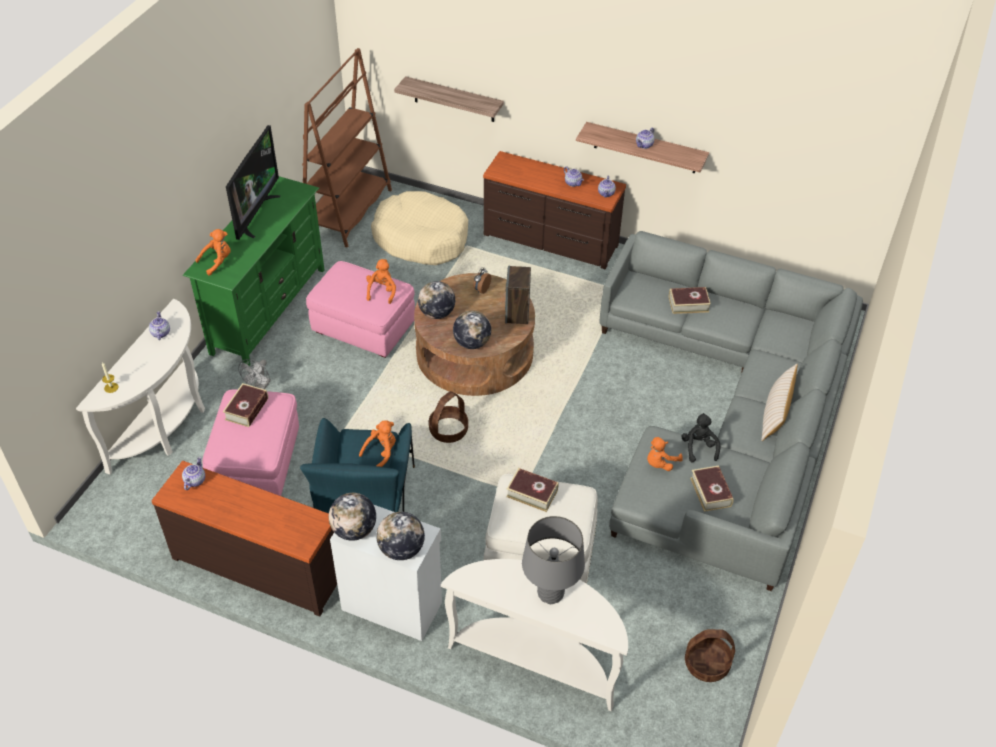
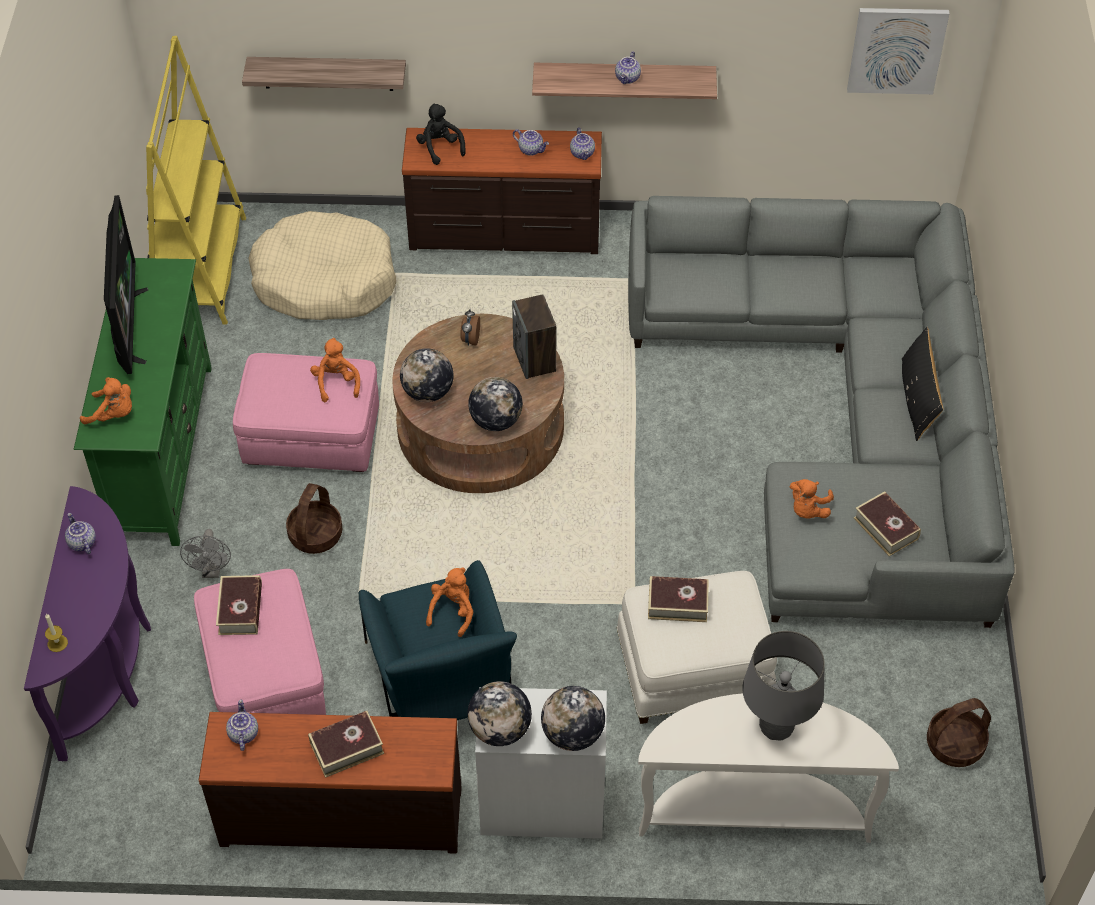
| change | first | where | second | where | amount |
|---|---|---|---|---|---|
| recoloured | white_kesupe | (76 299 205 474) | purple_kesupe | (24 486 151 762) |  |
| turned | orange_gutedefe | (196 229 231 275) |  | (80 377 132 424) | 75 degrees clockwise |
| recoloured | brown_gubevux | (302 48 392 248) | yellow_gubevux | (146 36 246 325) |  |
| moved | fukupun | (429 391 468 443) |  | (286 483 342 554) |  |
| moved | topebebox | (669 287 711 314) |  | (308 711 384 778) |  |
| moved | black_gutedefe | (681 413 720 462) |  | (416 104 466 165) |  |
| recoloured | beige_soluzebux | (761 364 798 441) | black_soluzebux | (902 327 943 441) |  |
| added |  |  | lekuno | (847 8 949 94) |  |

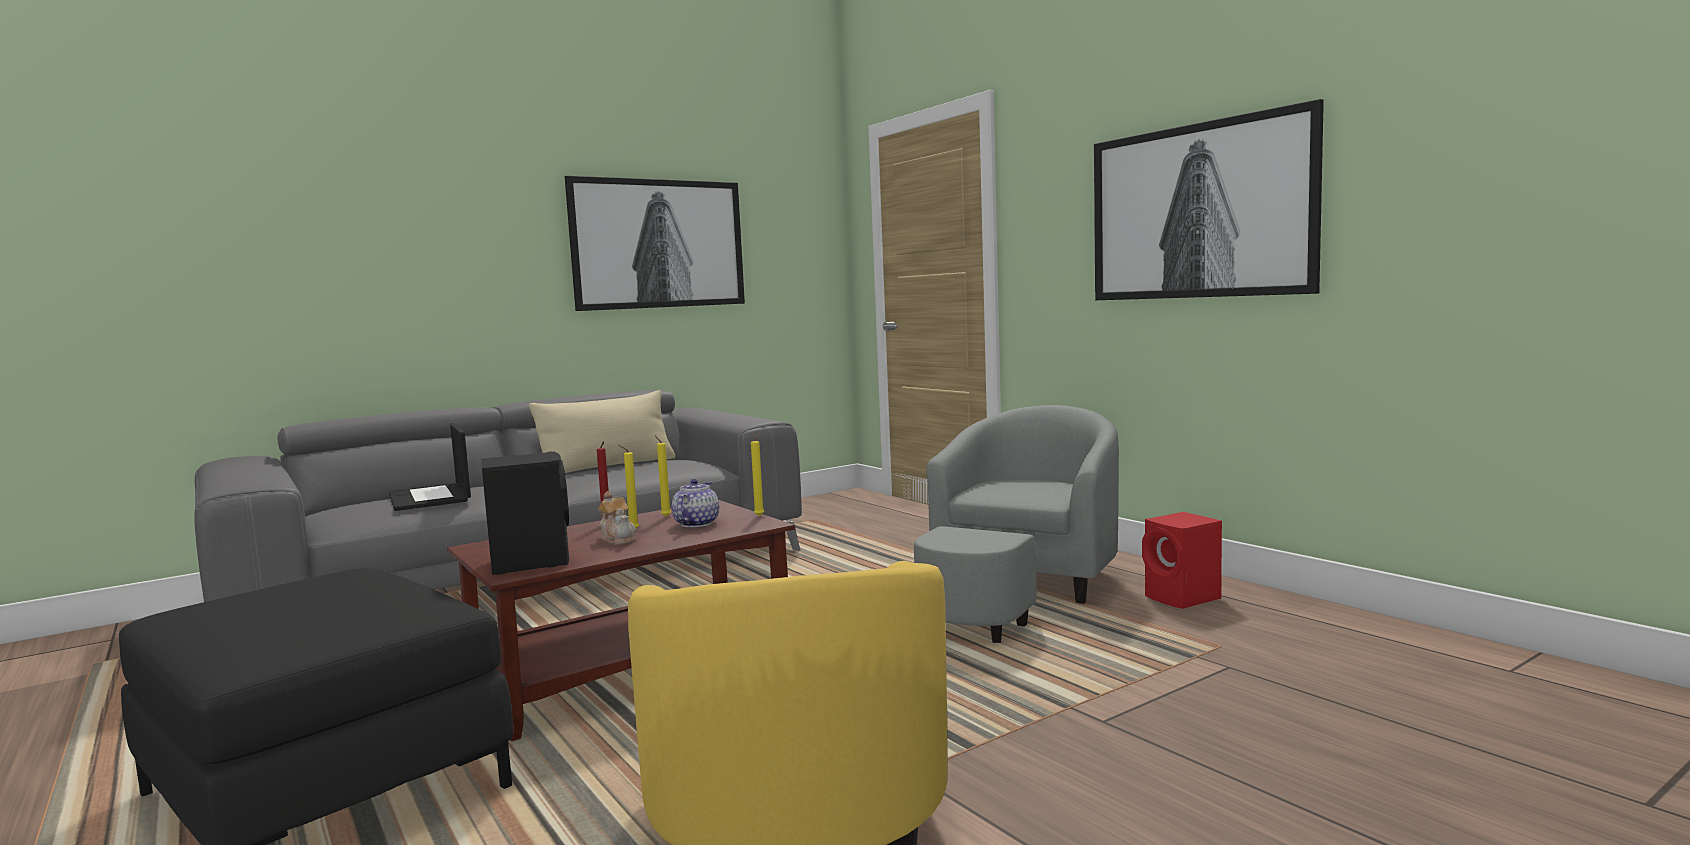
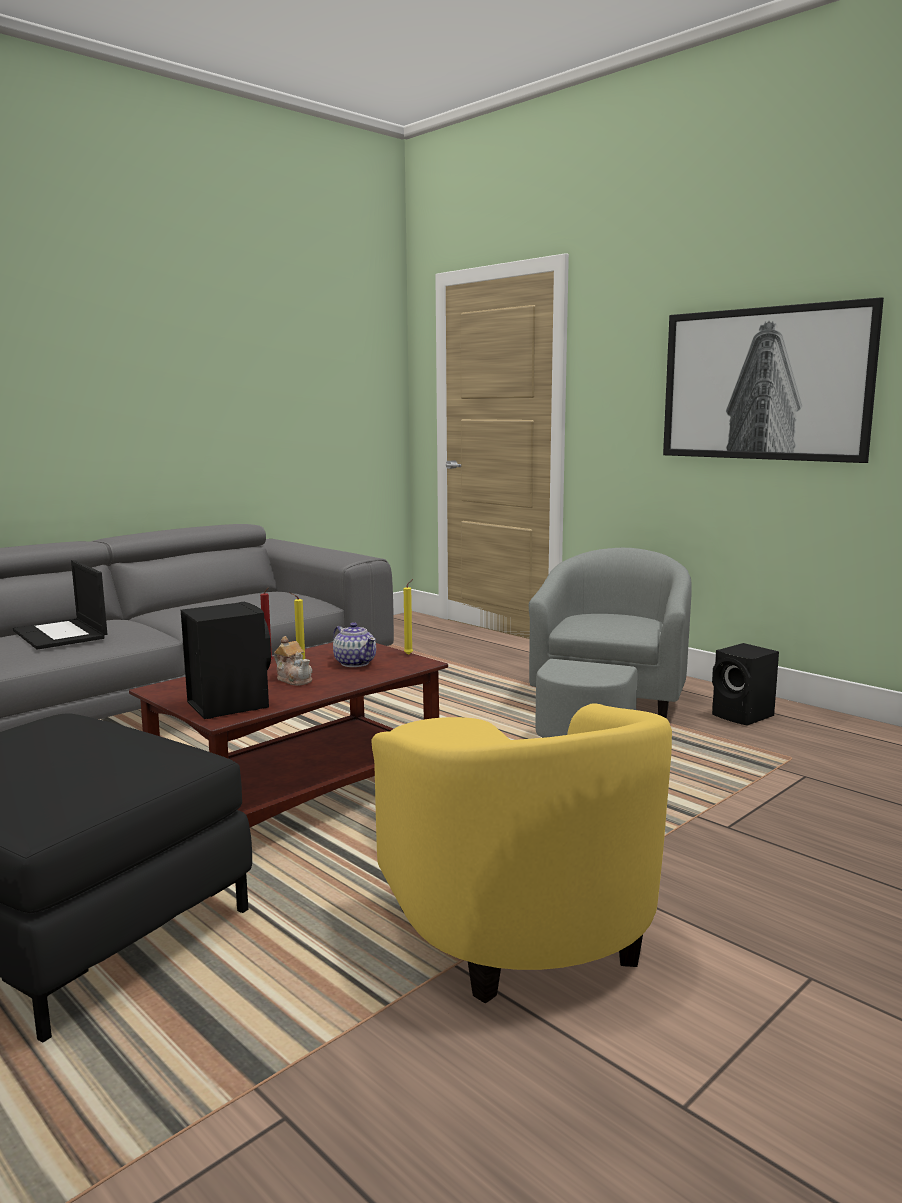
| change | first | where | second | where | amount |
|---|---|---|---|---|---|
| removed | beige_soluzebux | (529 390 675 473) |  |  |  |
| removed | lekuno | (565 176 745 311) |  |  |  |
| removed | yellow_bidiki | (654 435 671 517) |  |  |  |
| turned | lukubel | (672 479 719 527) |  | (333 622 376 667) | 135 degrees clockwise |
| recoloured | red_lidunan | (1142 512 1222 609) | black_lidunan | (712 643 779 726) |  |

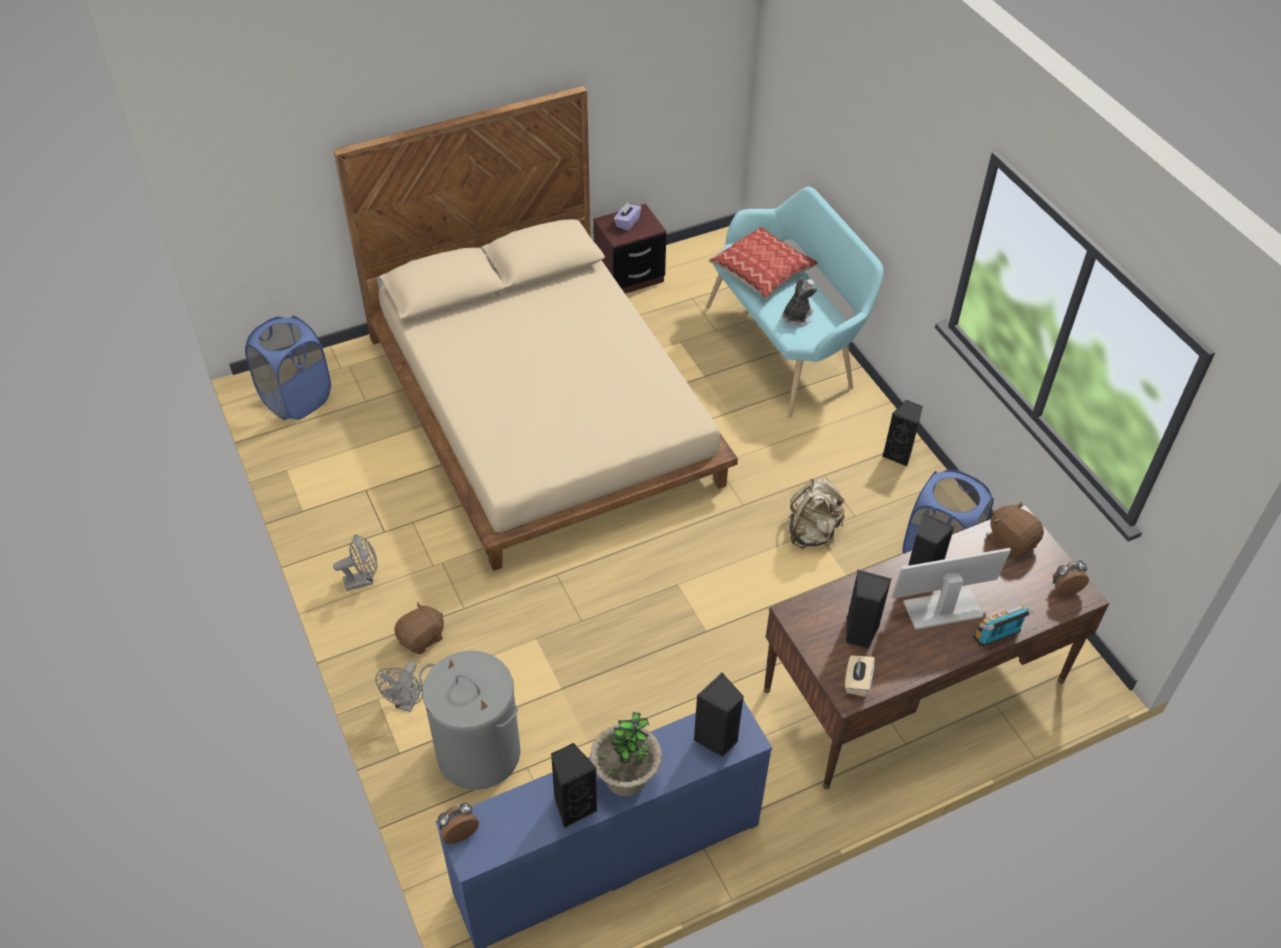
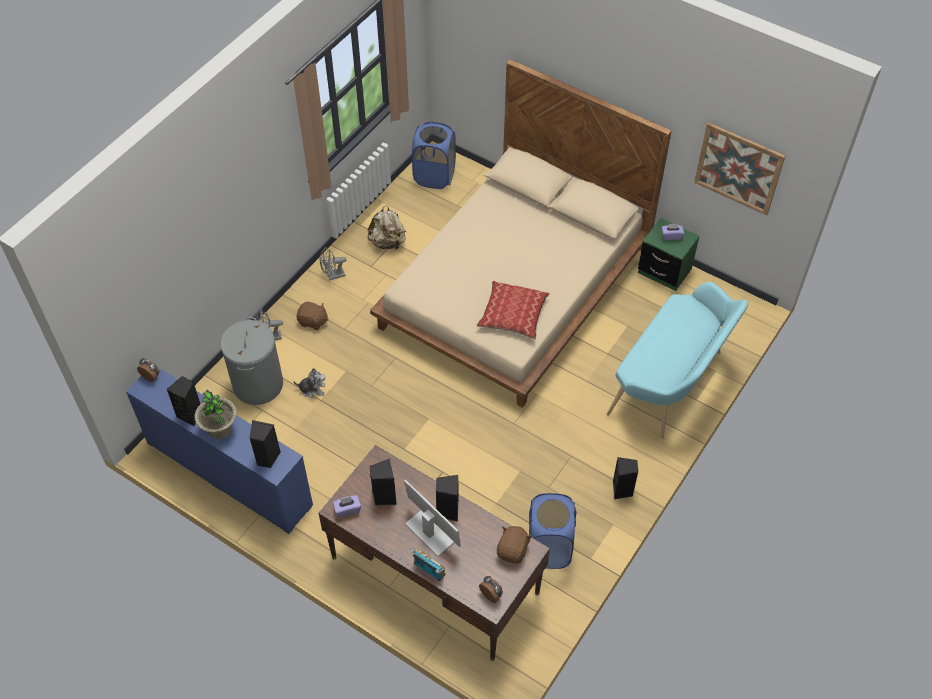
| change | first | where | second | where | amount |
|---|---|---|---|---|---|
| turned | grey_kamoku | (333 534 377 591) |  | (320 247 347 281) | 120 degrees clockwise |
| recoloured | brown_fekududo | (593 204 667 294) | green_fekududo | (638 218 699 291) |  |
| moved | soluzebux | (709 227 818 299) |  | (477 281 550 339) |  |
| moved | gutedefe | (782 277 817 326) |  | (293 368 325 398) |  |
| moved | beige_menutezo | (789 478 845 548) |  | (367 205 406 250) |  |
| recoloured | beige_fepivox | (845 655 875 697) | purple_fepivox | (333 495 361 518) |  |
| added |  |  | lekuno | (694 122 785 216) |  |

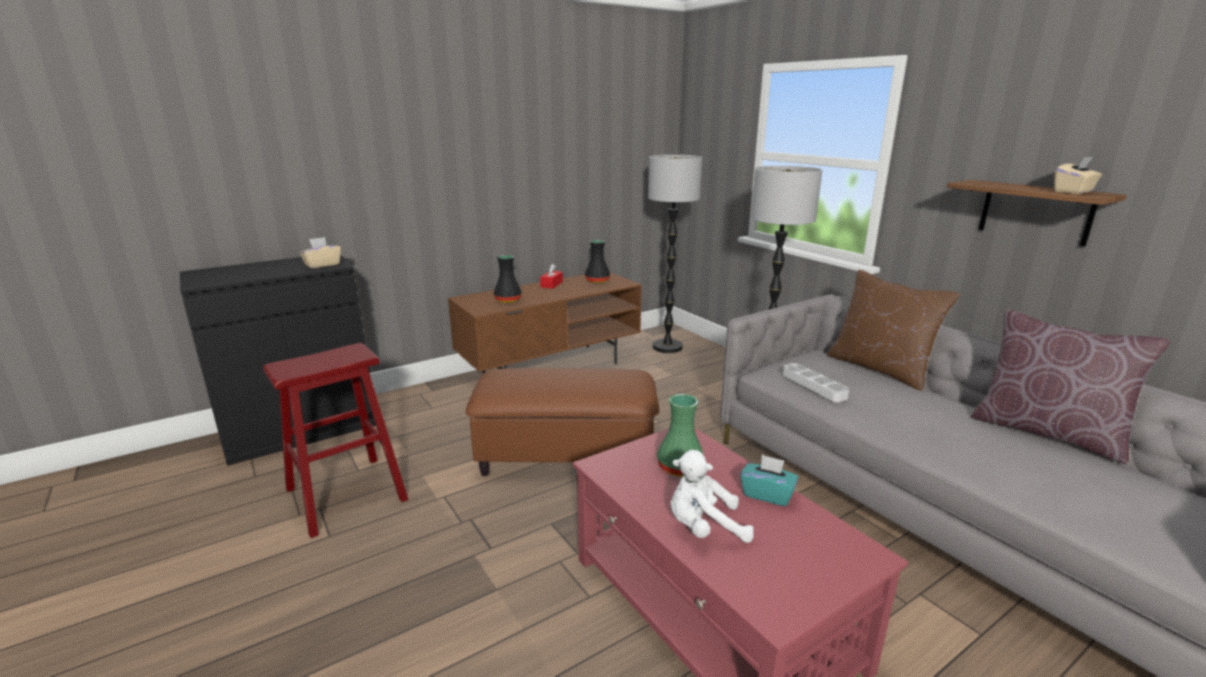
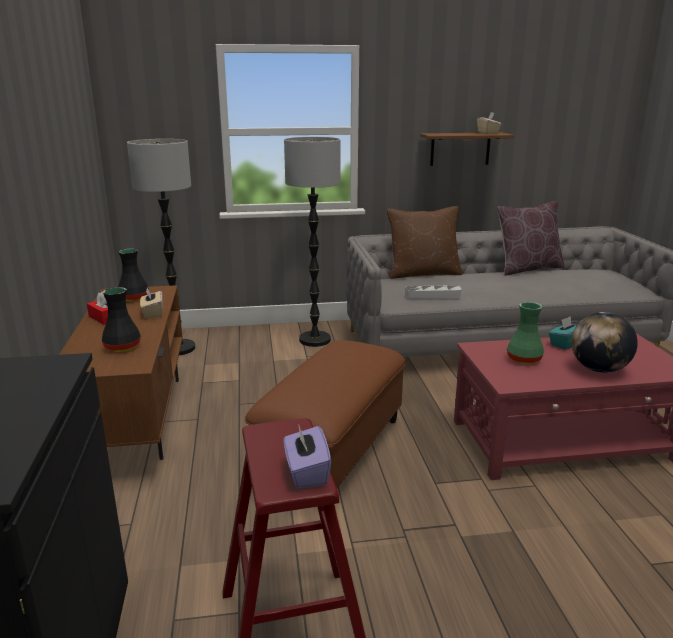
| change | first | where | second | where | amount |
|---|---|---|---|---|---|
| moved | beige_fepivox | (300 237 341 269) |  | (140 287 163 318) |  |
| replaced | white_gutedefe | (671 450 754 543) | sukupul | (571 312 638 373) |  |
| added |  |  | purple_fepivox | (284 424 331 488) |  |

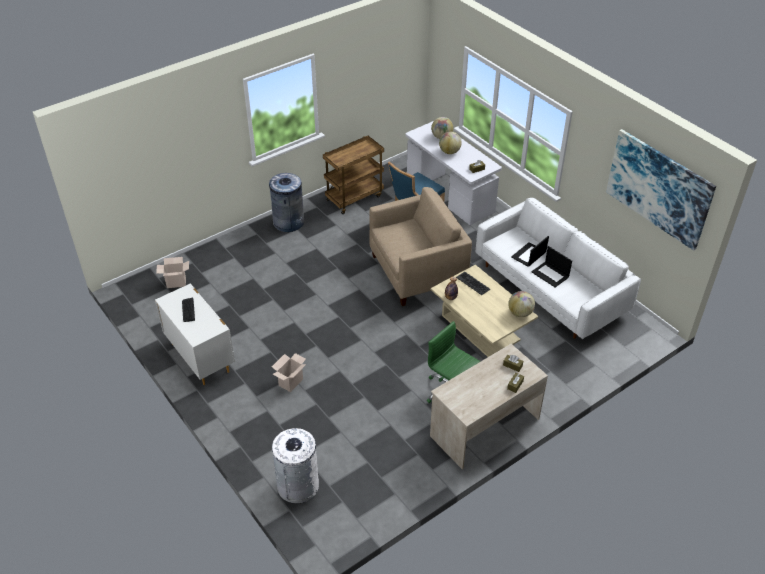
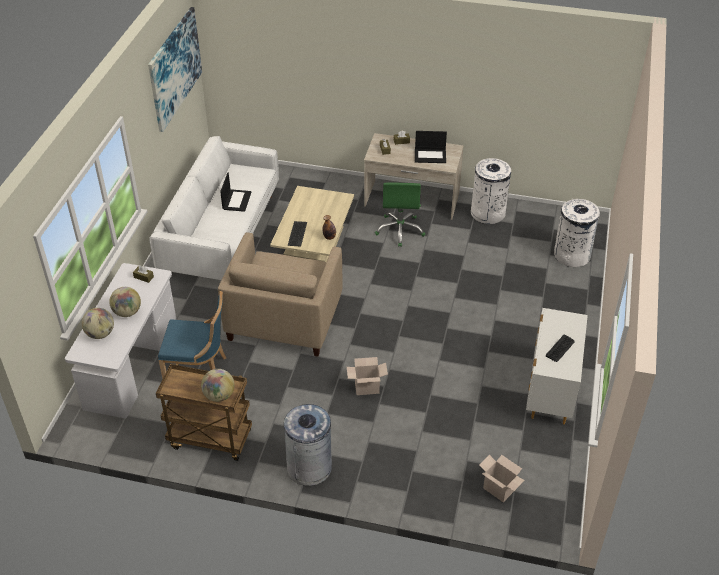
| change | first | where | second | where | amount |
|---|---|---|---|---|---|
| moved | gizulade | (272 353 306 392) |  | (347 357 388 395) |  |
| turned | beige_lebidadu | (369 187 472 306) |  | (218 232 343 357) | 105 degrees counterclockwise |
| moved | sukupul | (508 291 535 317) |  | (201 369 235 402) |  |
| moved | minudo | (511 236 549 266) |  | (415 131 447 163) |  |
| added |  |  | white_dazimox | (471 158 511 224) |  |

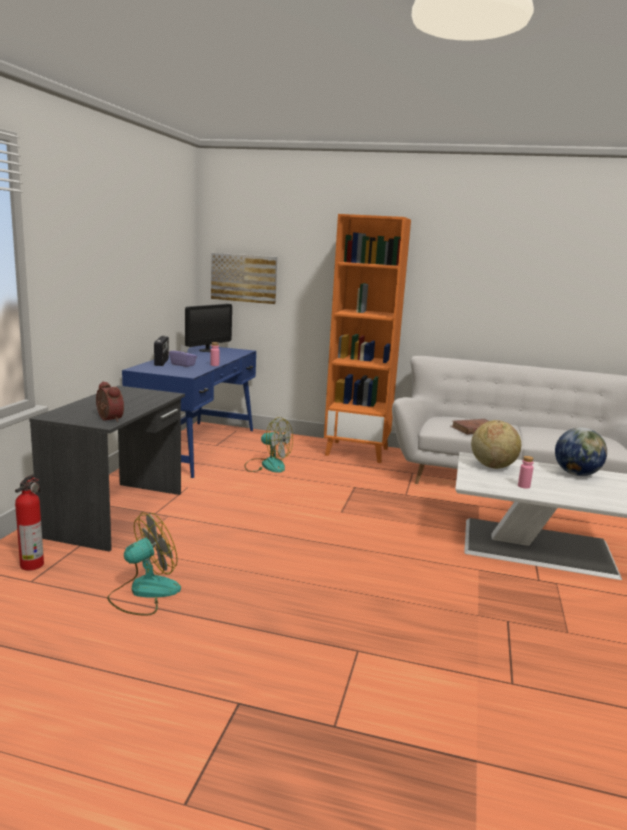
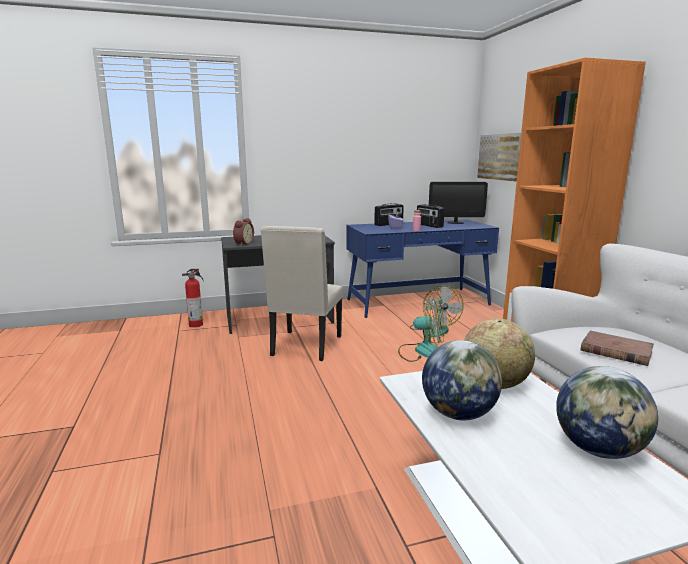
| change | first | where | second | where | amount |
|---|---|---|---|---|---|
| moved | kamoku | (107 512 181 616) |  | (398 299 444 362) |  |
| replaced | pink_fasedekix | (518 456 534 489) | sukupul | (422 340 502 420) |  |
| added |  |  | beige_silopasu | (260 226 343 361) |  |
| added |  |  | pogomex | (417 204 444 228) |  |

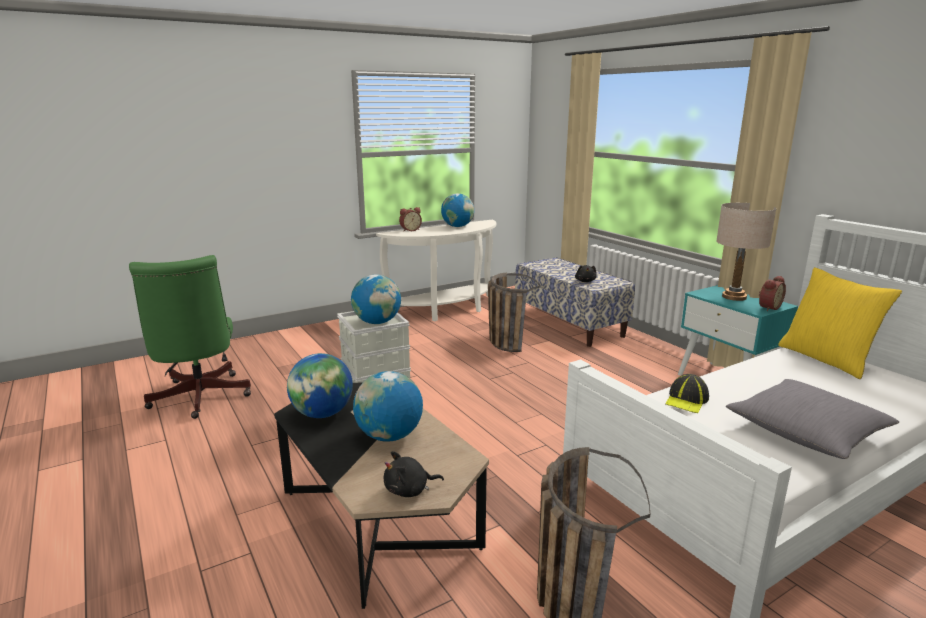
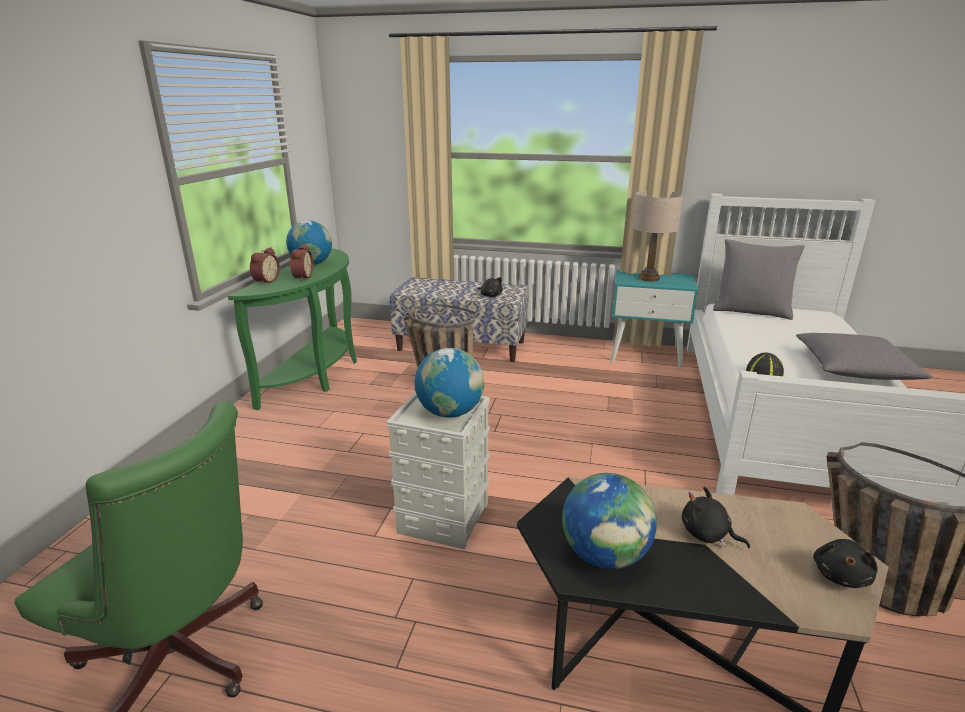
| change | first | where | second | where | amount |
|---|---|---|---|---|---|
| replaced | sukupul | (353 371 423 442) | black_gutedefe | (682 487 750 548) |  |
| recoloured | white_kesupe | (376 220 496 322) | green_kesupe | (228 248 357 410) |  |
| moved | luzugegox | (759 276 786 311) |  | (289 244 314 281) |  |
| recoloured | yellow_soluzebux | (778 267 902 379) | grey_soluzebux | (713 239 805 320) |  |

